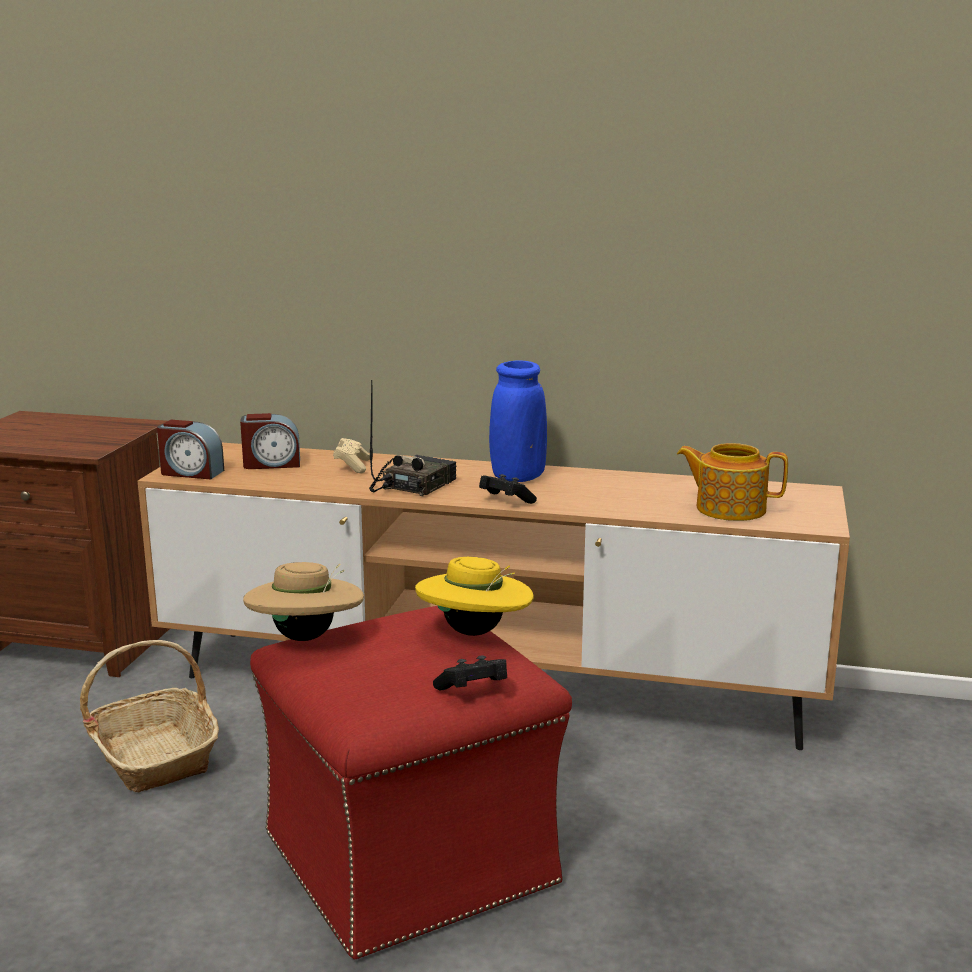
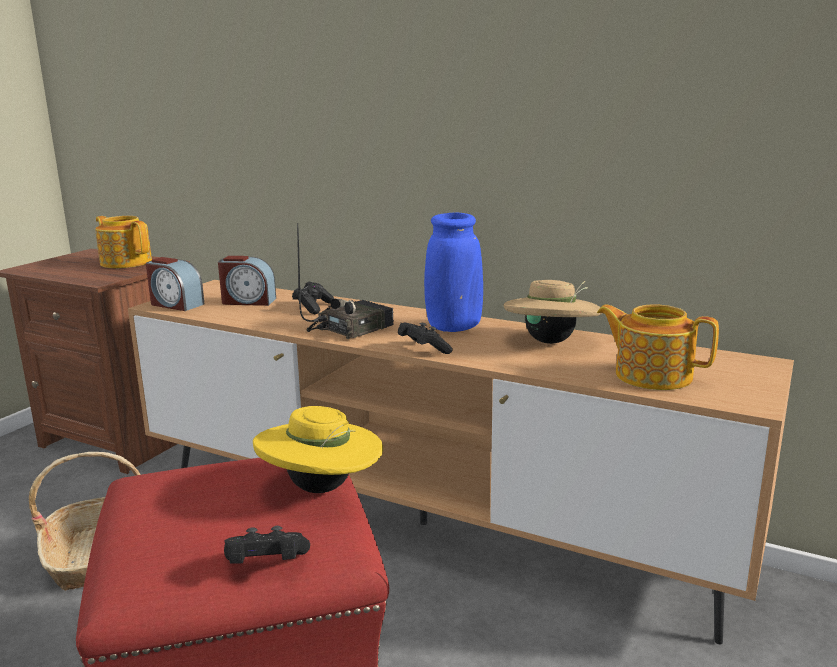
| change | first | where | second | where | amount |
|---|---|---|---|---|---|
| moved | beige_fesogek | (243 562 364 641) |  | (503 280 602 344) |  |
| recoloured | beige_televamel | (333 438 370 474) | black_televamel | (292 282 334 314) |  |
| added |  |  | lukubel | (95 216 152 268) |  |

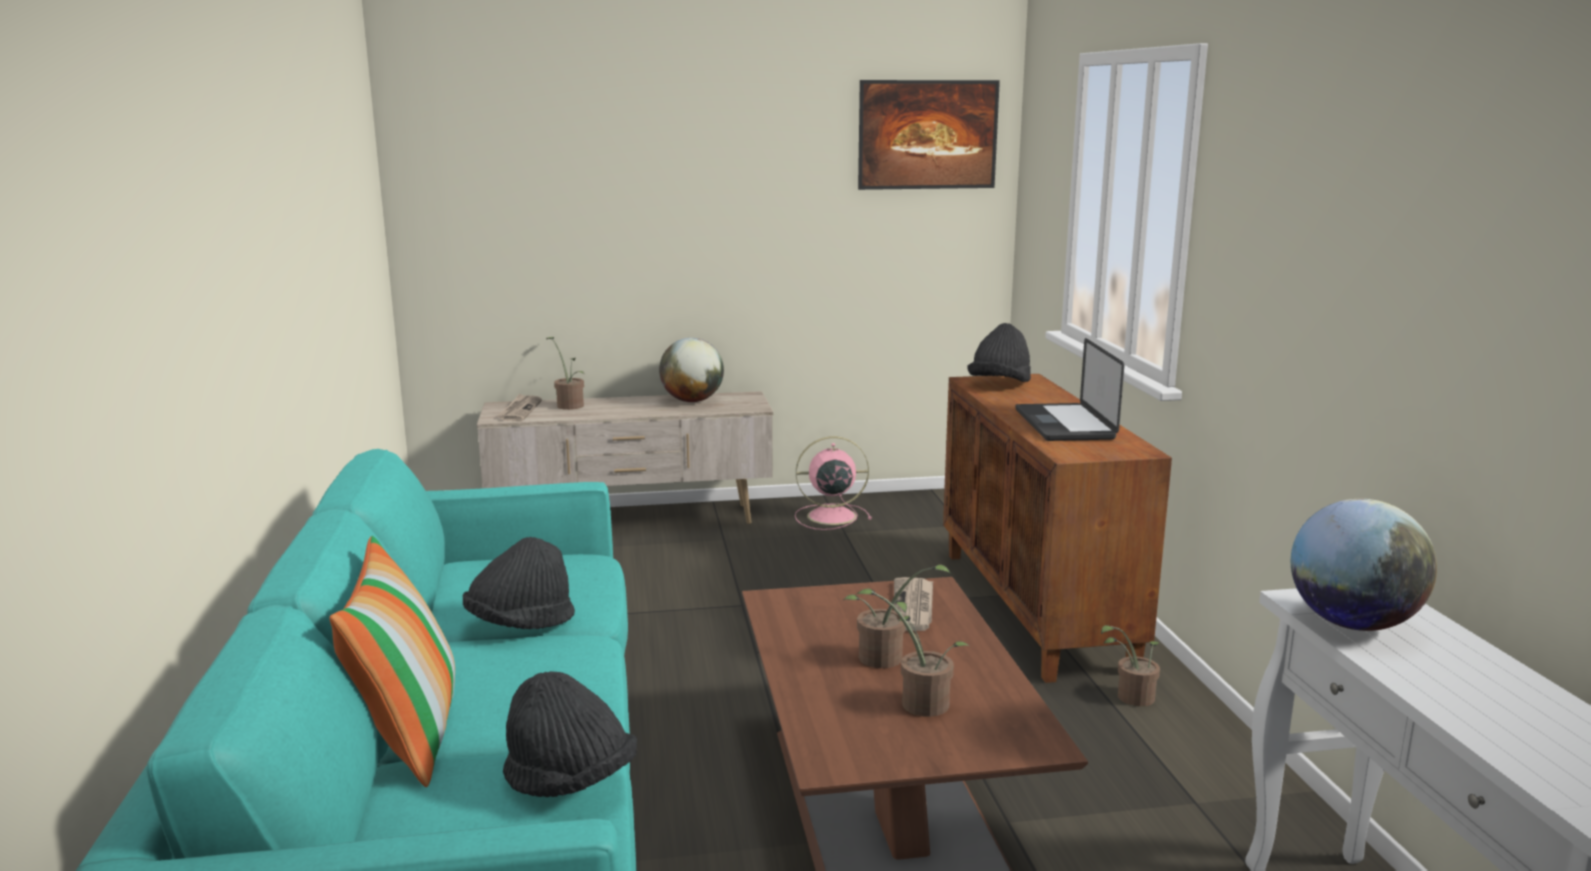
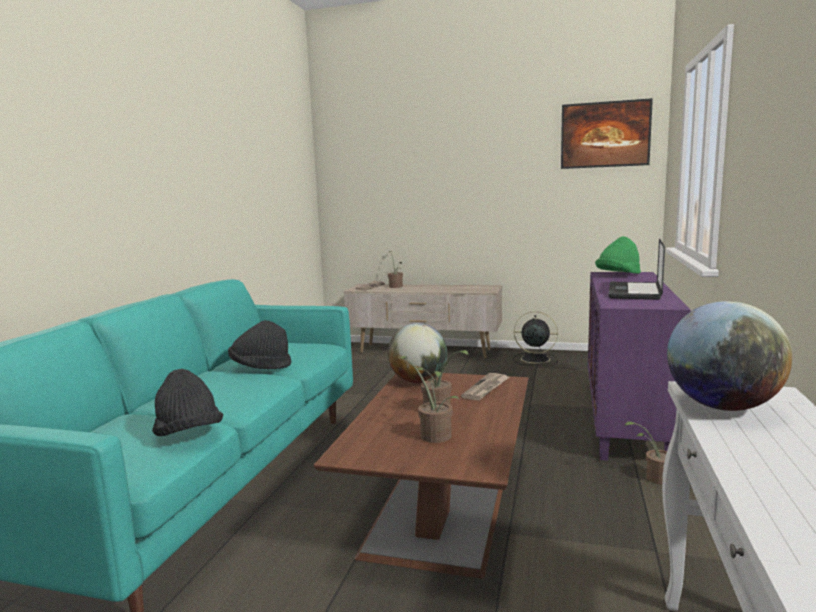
| change | first | where | second | where | amount |
|---|---|---|---|---|---|
| removed | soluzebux | (329 536 455 787) |  |  |  |
| moved | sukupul | (659 338 724 402) |  | (388 323 447 383) |  |
| recoloured | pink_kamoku | (795 436 872 530) | black_kamoku | (513 311 558 365) |  |
| recoloured | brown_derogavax | (943 374 1172 683) | purple_derogavax | (588 272 691 461) |  |
| recoloured | black_fesogek | (967 323 1031 382) | green_fesogek | (595 236 641 274) |  |

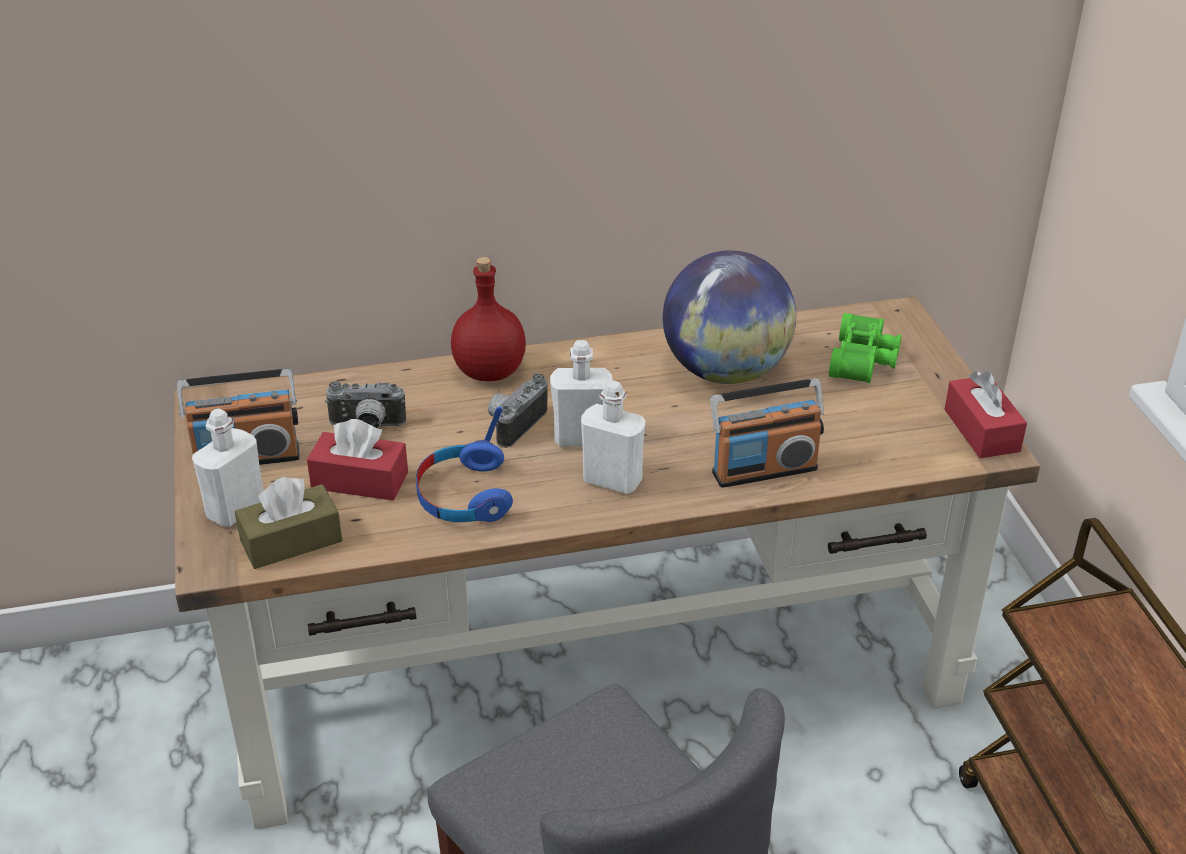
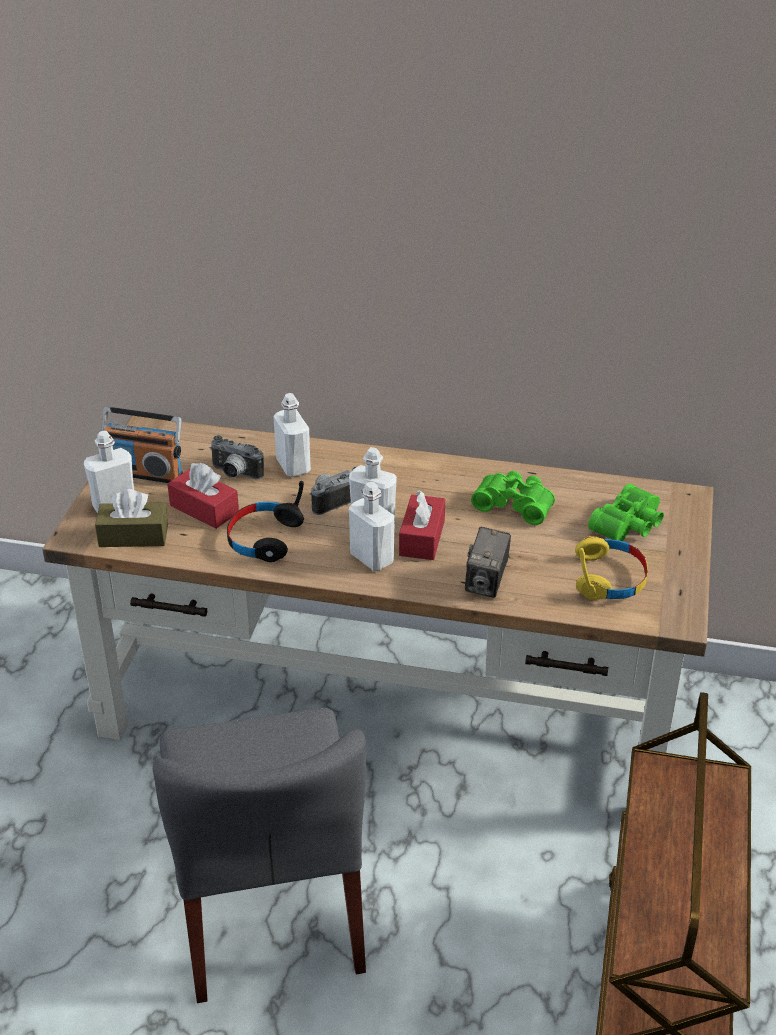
| change | first | where | second | where | amount |
|---|---|---|---|---|---|
| recoloured | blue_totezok | (416 406 513 522) | black_totezok | (227 481 304 562) |  |
| removed | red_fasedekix | (451 257 526 381) |  |  |  |
| replaced | sukupul | (663 250 796 384) | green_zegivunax | (471 471 555 525) |  |
| replaced | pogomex | (710 378 824 488) | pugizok | (465 526 511 598) |  |
| moved | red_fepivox | (944 371 1027 458) |  | (399 490 445 560) |  |
| added |  |  | white_fasedekix | (273 393 311 477) |  |
| added |  |  | yellow_totezok | (575 536 648 600) |  |

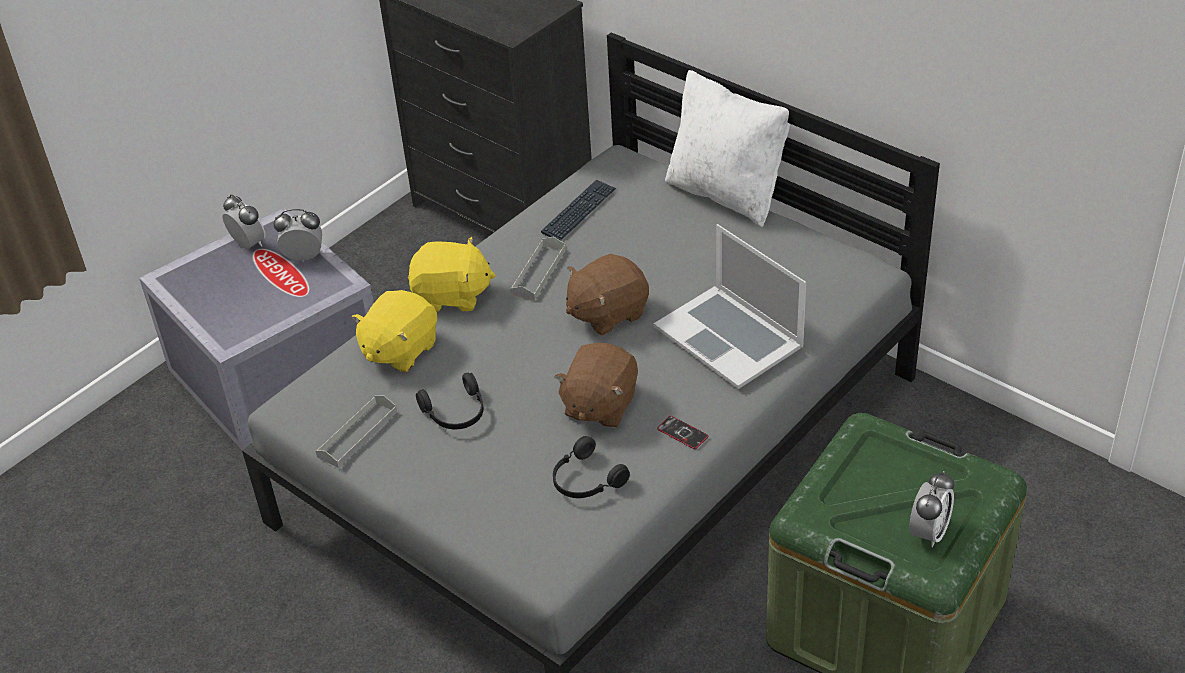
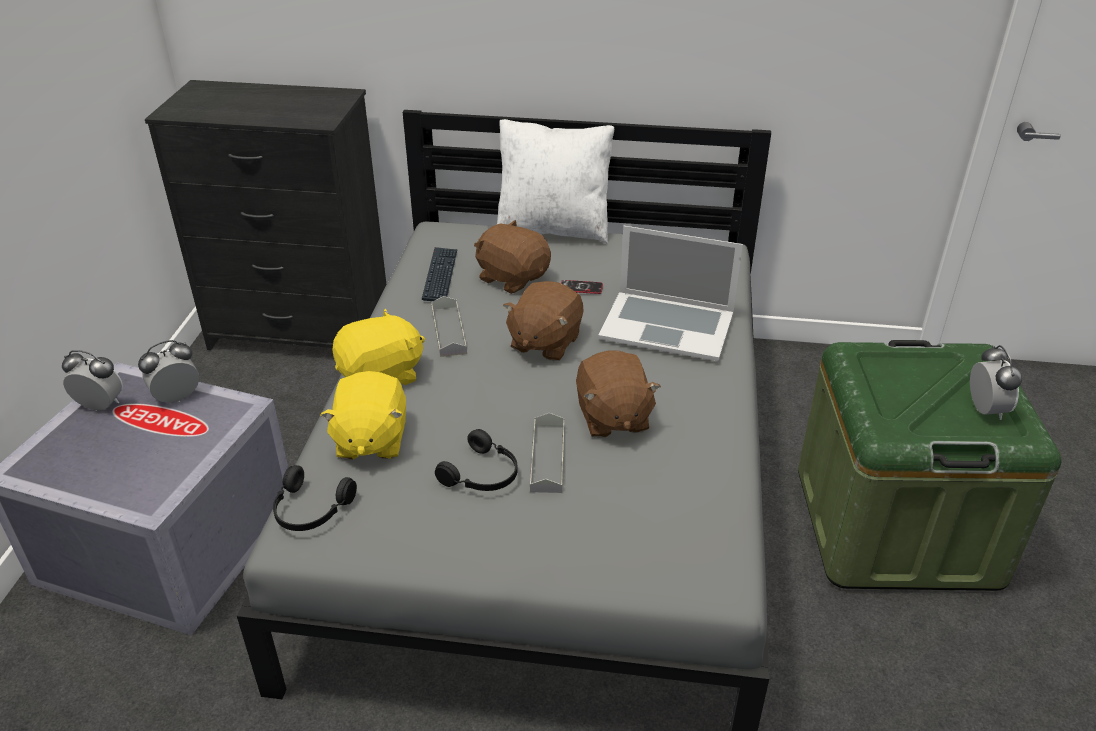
| change | first | where | second | where | amount |
|---|---|---|---|---|---|
| moved | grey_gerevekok | (315 395 397 468) |  | (530 413 564 493) |  |
| moved | black_totezok | (553 436 630 498) |  | (273 465 357 531) |  |
| moved | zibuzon | (657 416 708 449) |  | (561 280 603 294) |  |
| added |  |  | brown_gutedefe | (474 220 551 294) |  |

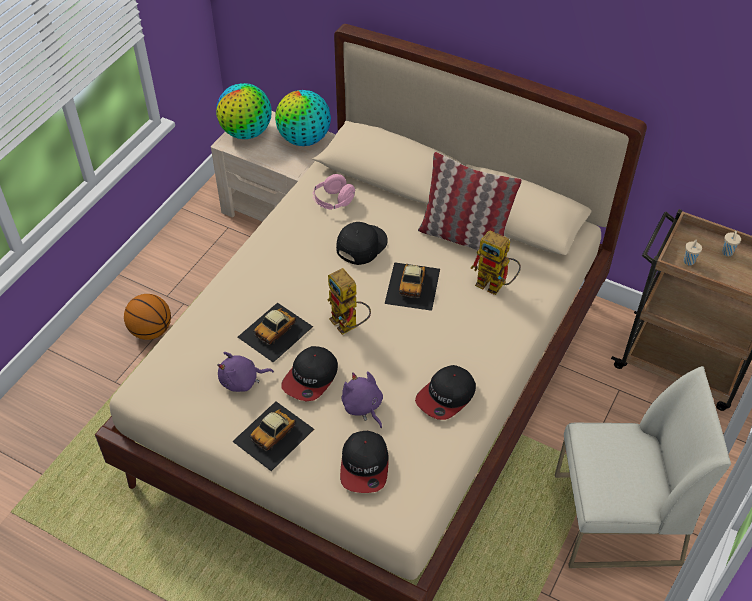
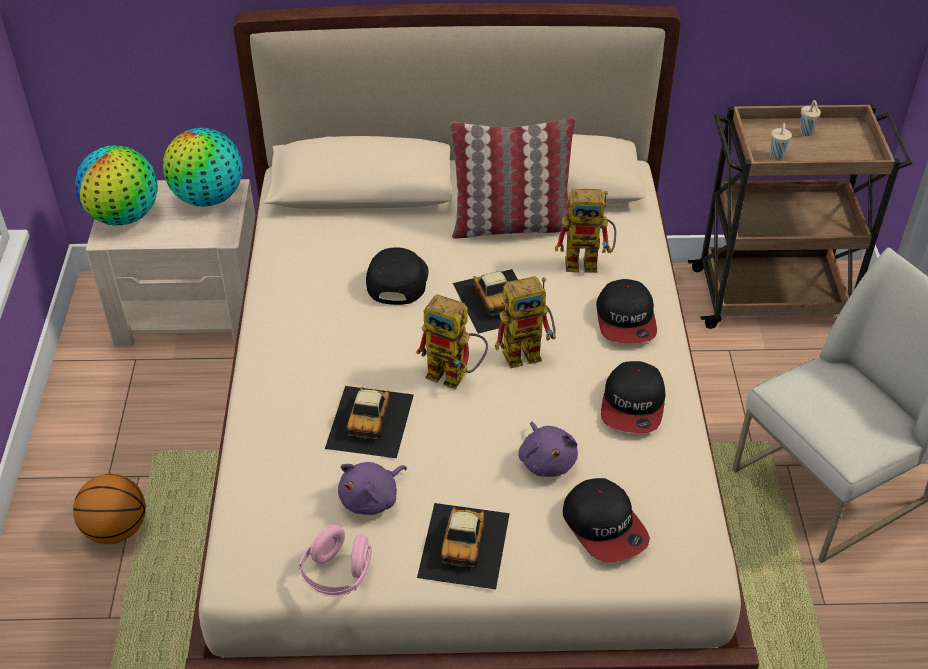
| change | first | where | second | where | amount |
|---|---|---|---|---|---|
| moved | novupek | (281 346 338 402) |  | (596 279 657 343) |  |
| moved | pink_totezok | (313 174 355 210) |  | (299 525 372 596) |  |
| turned | purple_gutedefe | (341 371 383 428) |  | (518 422 578 477) | 135 degrees counterclockwise |
| added |  |  | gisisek | (495 276 556 368) |  |

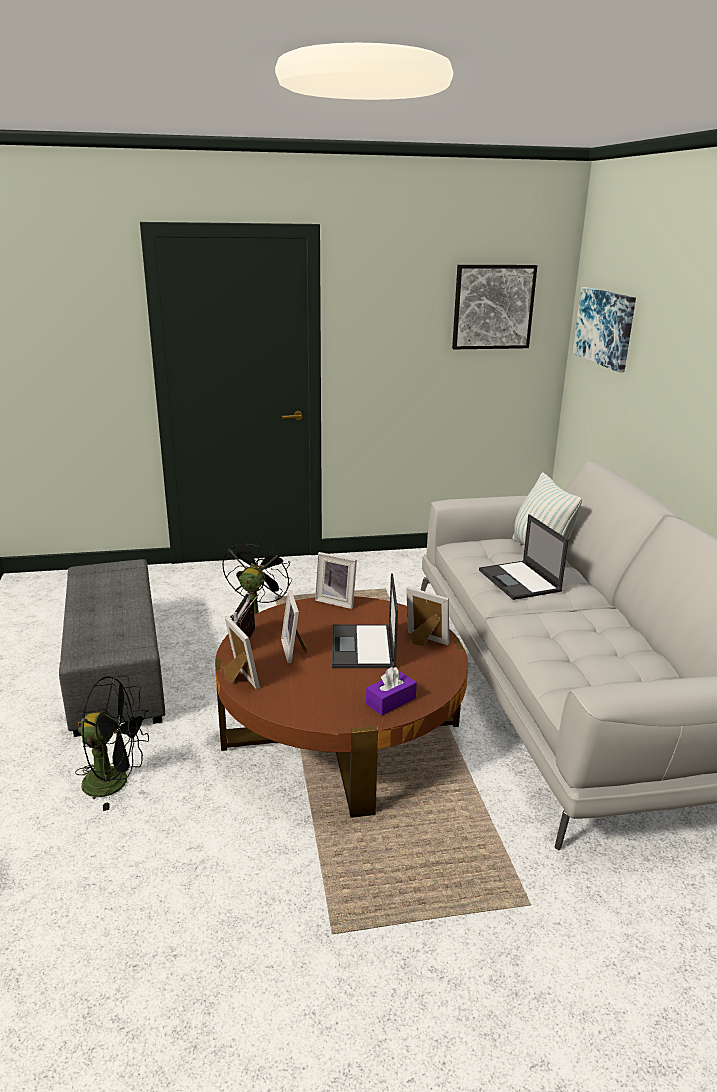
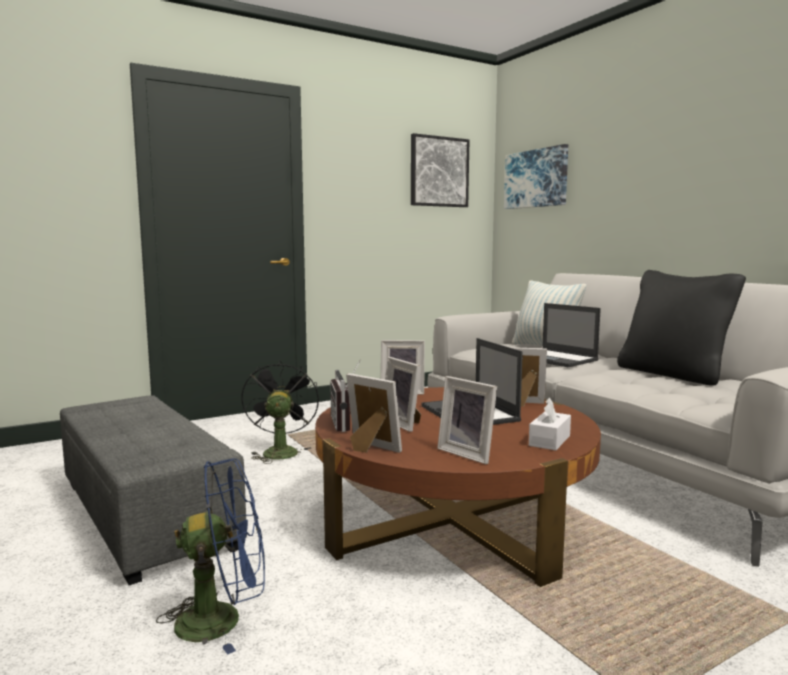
| change | first | where | second | where | amount |
|---|---|---|---|---|---|
| recoloured | black_kamoku | (75 675 149 811) | blue_kamoku | (156 458 265 655) |  |
| recoloured | purple_fepivox | (366 667 417 715) | white_fepivox | (529 397 571 451) |  |
| added |  |  | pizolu | (437 376 497 464) |  |
| added |  |  | black_soluzebux | (617 270 746 385) |  |

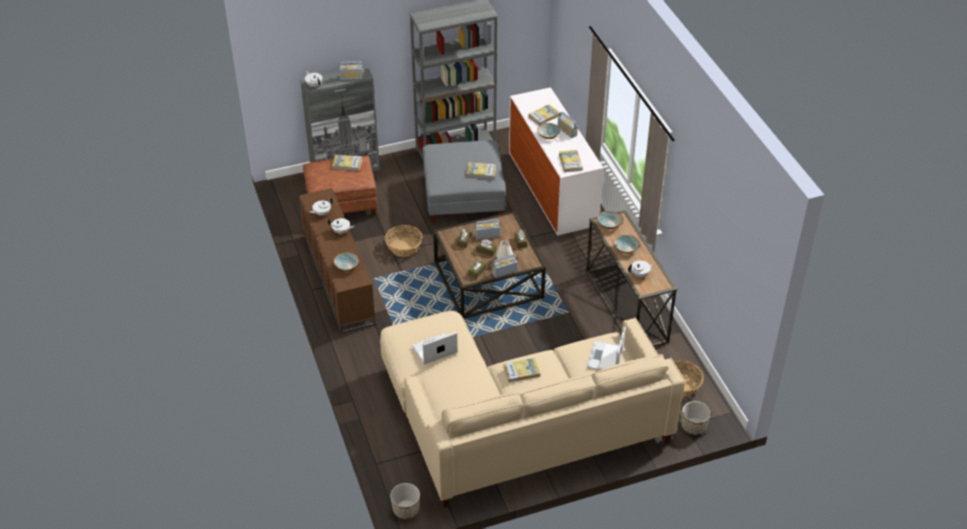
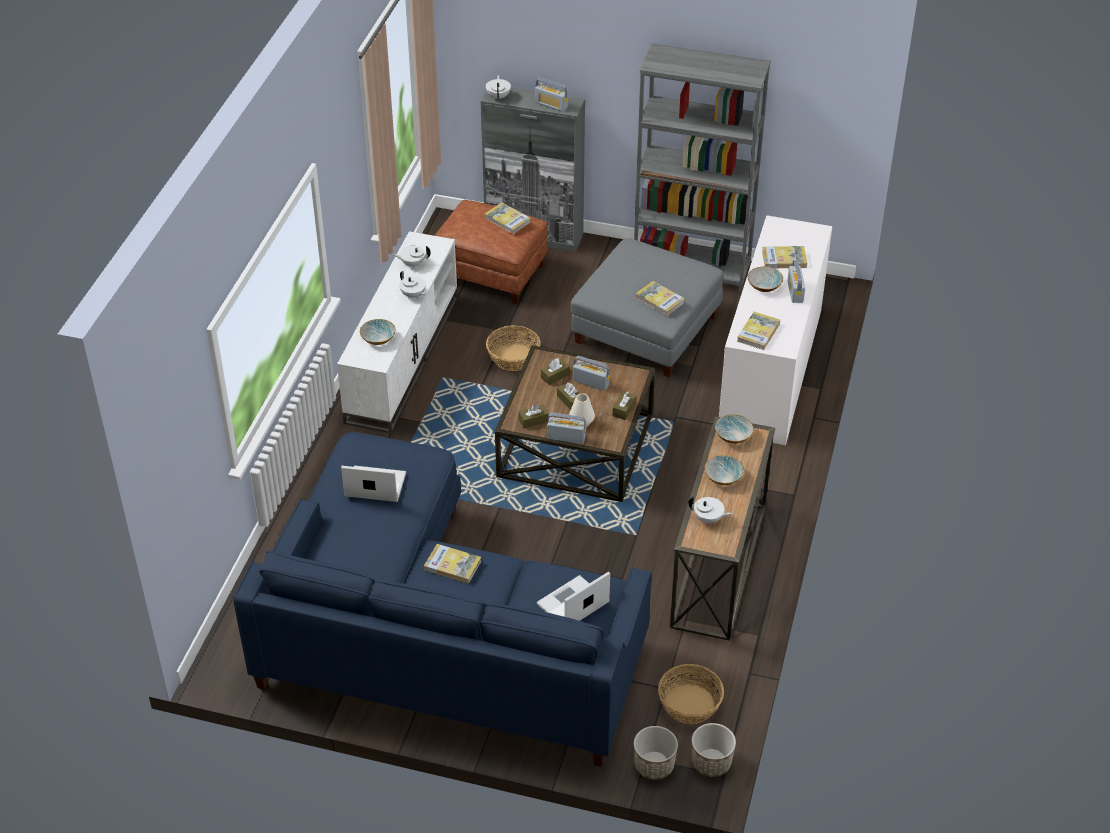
| change | first | where | second | where | amount |
|---|---|---|---|---|---|
| recoloured | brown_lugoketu | (299 188 376 333) | white_lugoketu | (337 231 458 433) |  |
| recoloured | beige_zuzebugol | (380 311 685 508) | blue_zuzebugol | (233 432 652 767) |  |
| moved | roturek | (390 483 420 519) |  | (692 723 736 777) |  |

